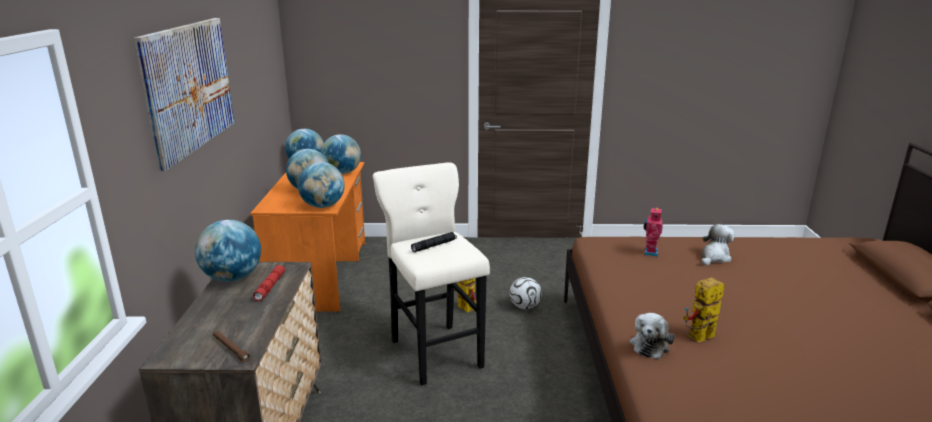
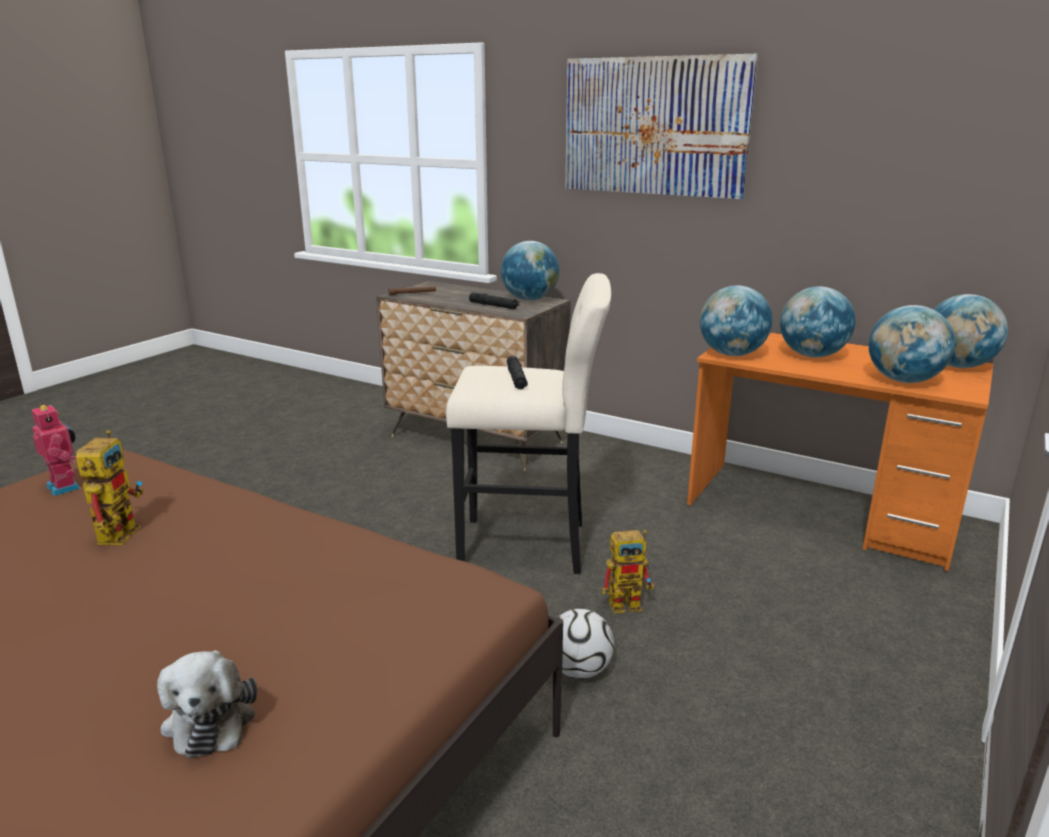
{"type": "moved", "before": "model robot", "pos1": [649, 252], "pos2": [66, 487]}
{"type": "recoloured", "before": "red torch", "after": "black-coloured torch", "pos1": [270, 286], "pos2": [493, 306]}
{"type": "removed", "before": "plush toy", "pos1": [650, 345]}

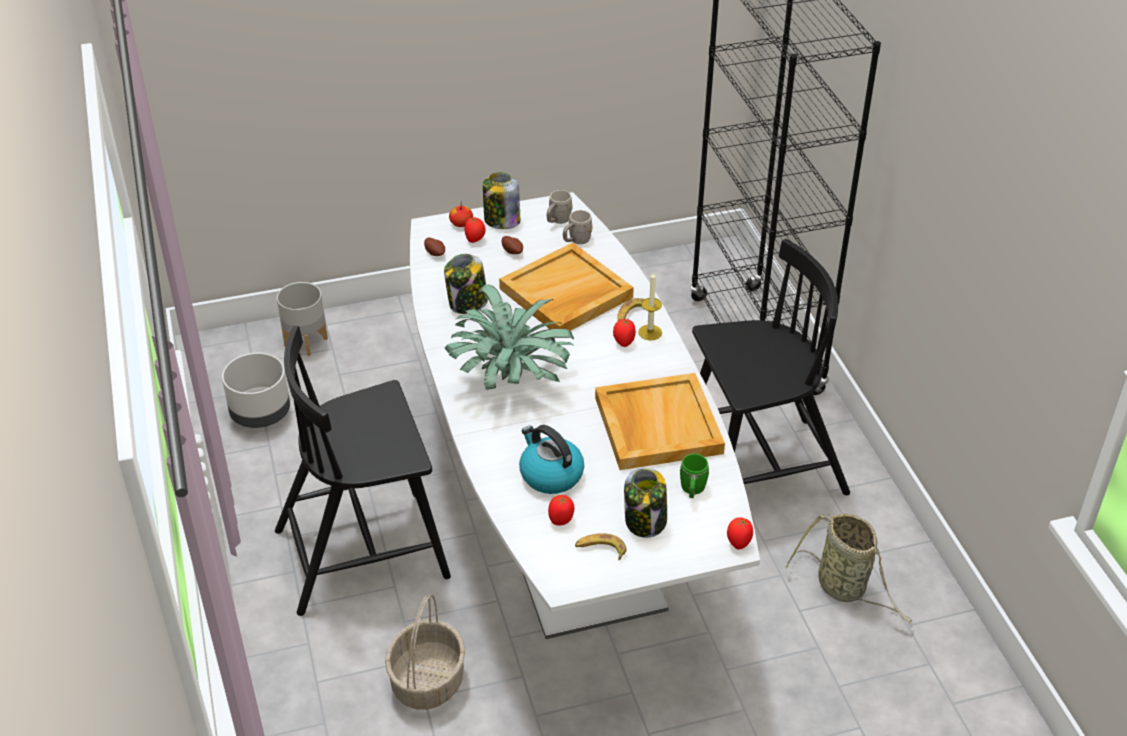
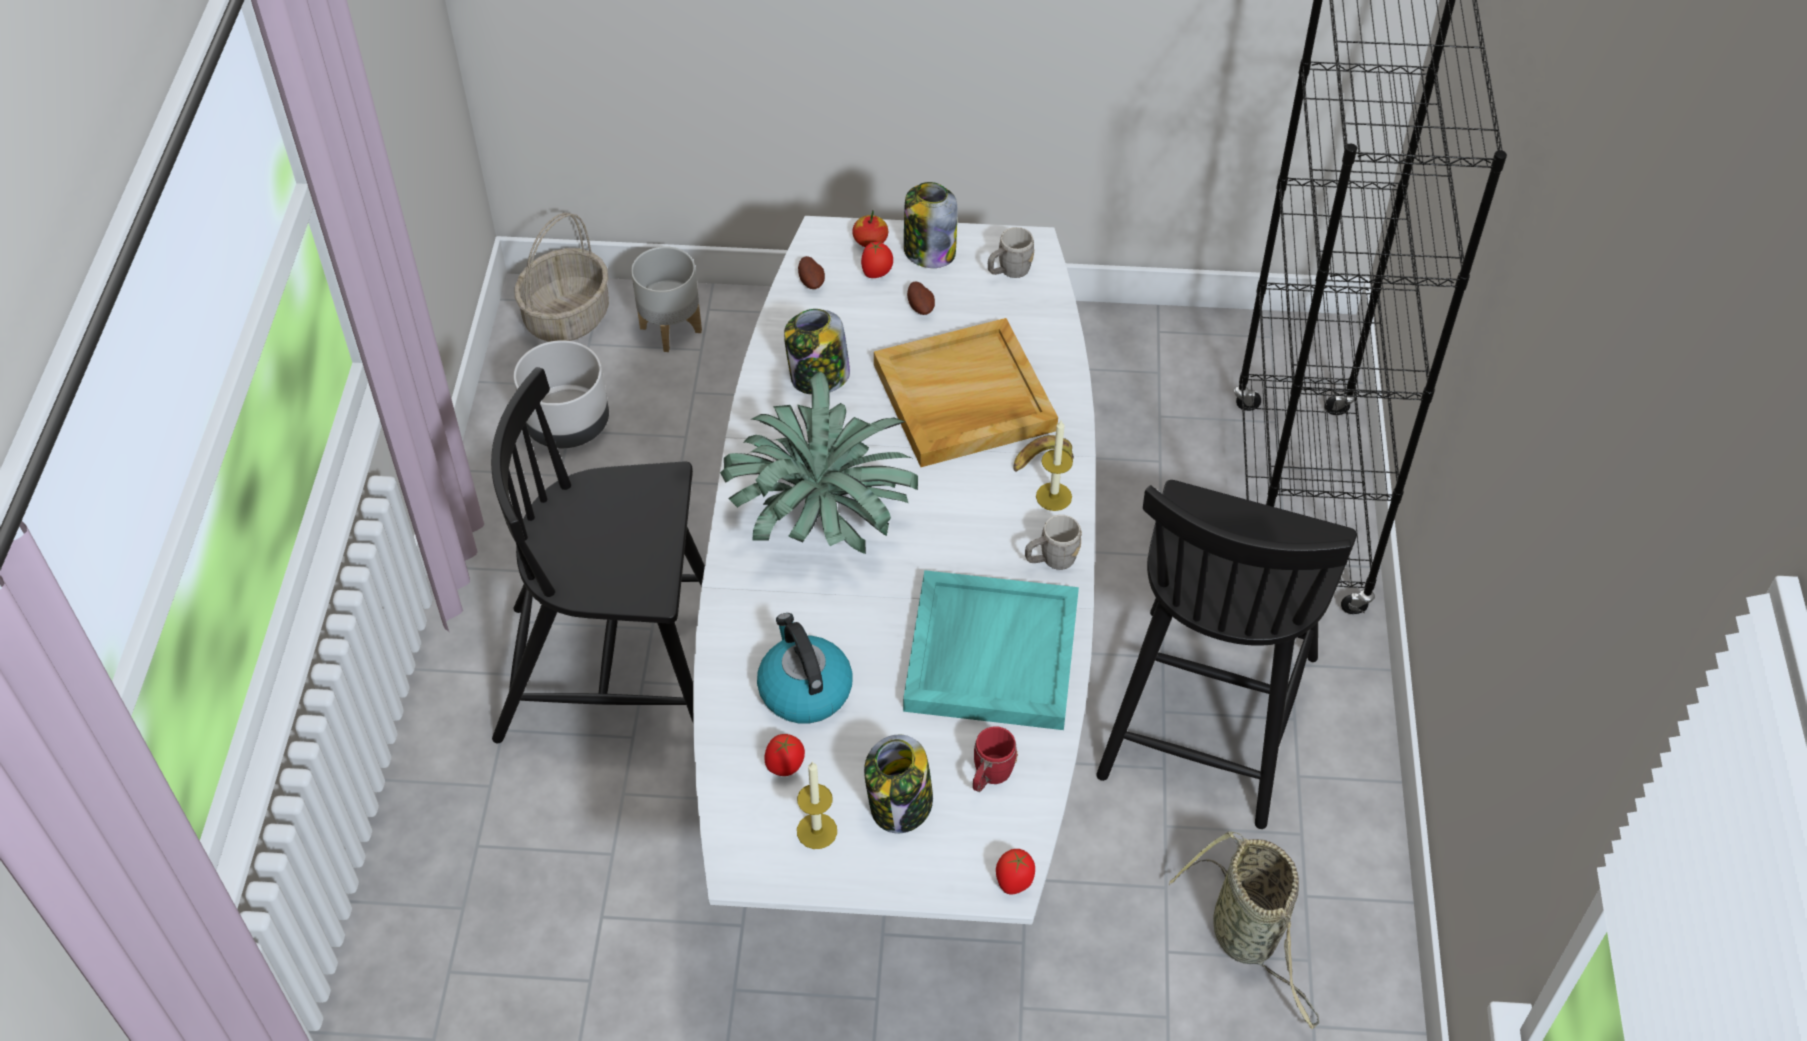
{"type": "moved", "before": "household basket", "pos1": [427, 681], "pos2": [567, 316]}
{"type": "replaced", "before": "whole banana", "after": "wax light", "pos1": [600, 550], "pos2": [817, 831]}
{"type": "recoloured", "before": "beige tray", "after": "turquoise tray", "pos1": [656, 424], "pos2": [990, 653]}
{"type": "recoloured", "before": "green mug", "after": "red mug", "pos1": [692, 491], "pos2": [989, 776]}
{"type": "moved", "before": "grey mug", "pos1": [576, 241], "pos2": [1051, 560]}
{"type": "turned", "before": "black-coloured plain chair", "pos1": [758, 470], "pos2": [1208, 711], "turn": 105}
{"type": "removed", "before": "fresh tomato", "pos1": [624, 342]}

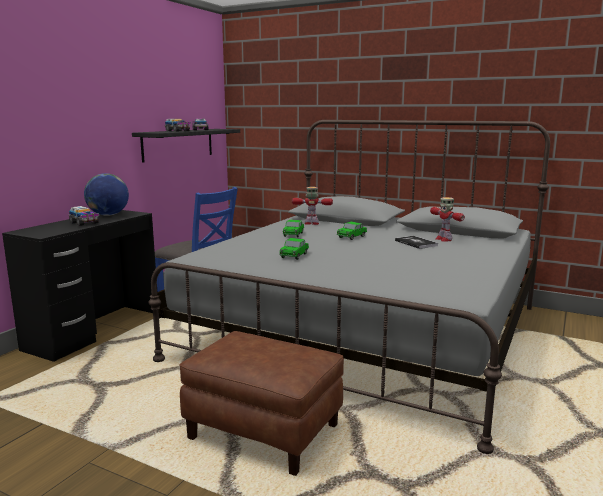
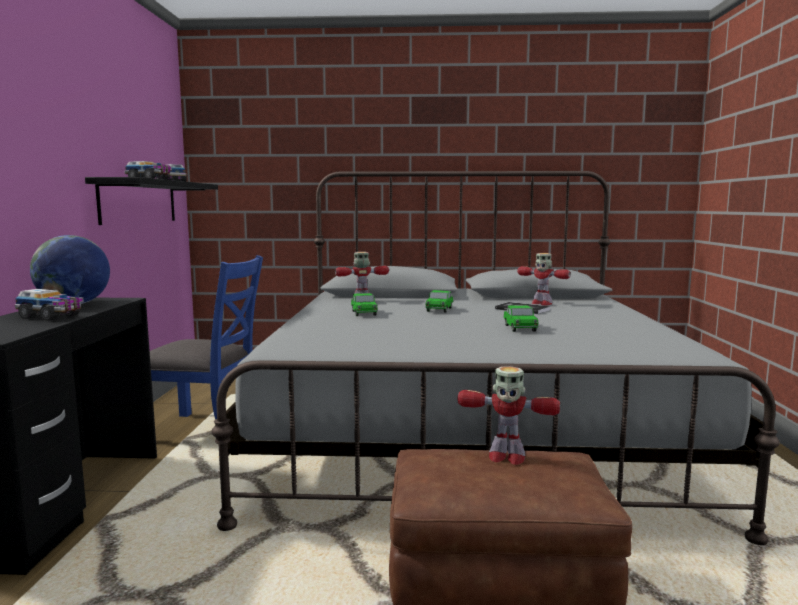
{"type": "added", "after": "model robot", "pos2": [505, 457]}
{"type": "moved", "before": "miniature car", "pos1": [294, 256], "pos2": [520, 328]}

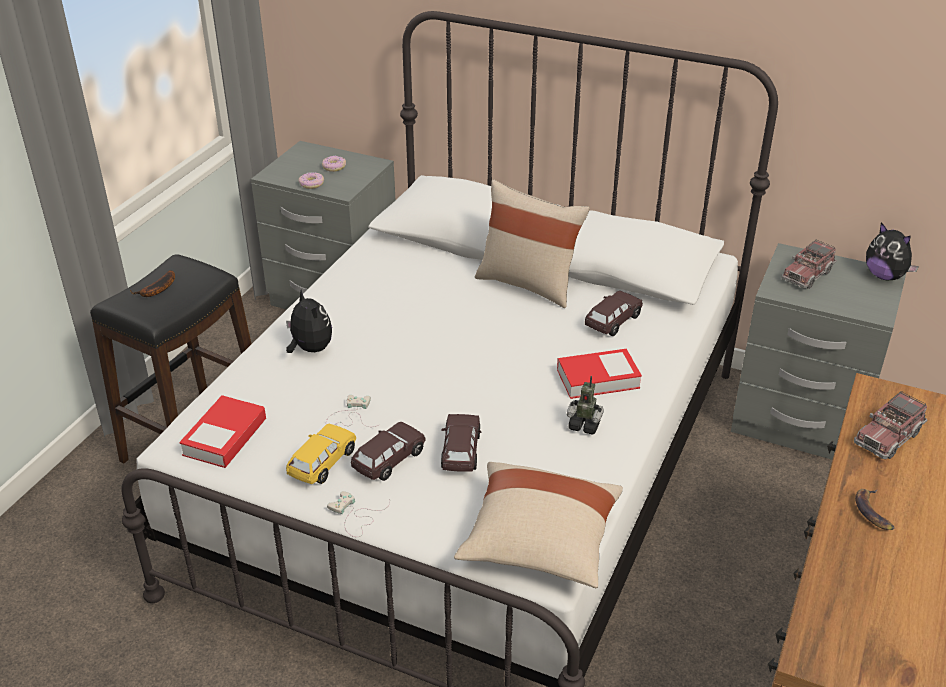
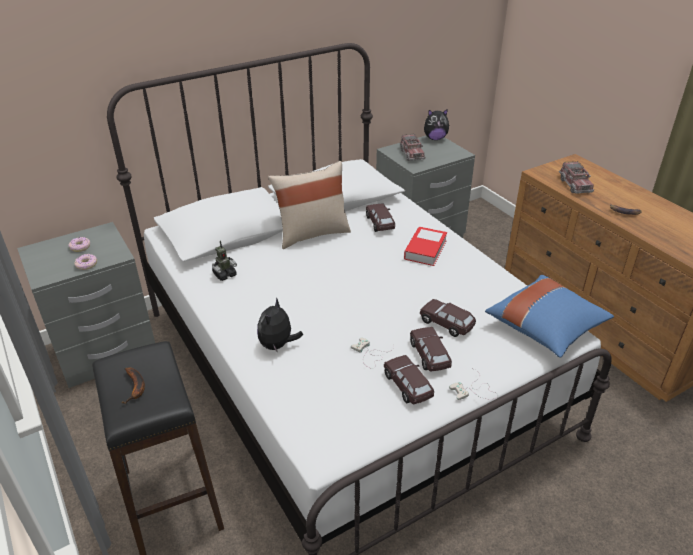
{"type": "moved", "before": "model robot", "pos1": [584, 425], "pos2": [224, 275]}
{"type": "turned", "before": "plush toy", "pos1": [310, 349], "pos2": [278, 345], "turn": -75}
{"type": "recoloured", "before": "yellow-coloured miniature car", "after": "brown miniature car", "pos1": [322, 463], "pos2": [408, 386]}
{"type": "recoloured", "before": "beige pillow", "after": "bluish pillow", "pos1": [539, 542], "pos2": [546, 328]}
{"type": "removed", "before": "bound book", "pos1": [225, 437]}

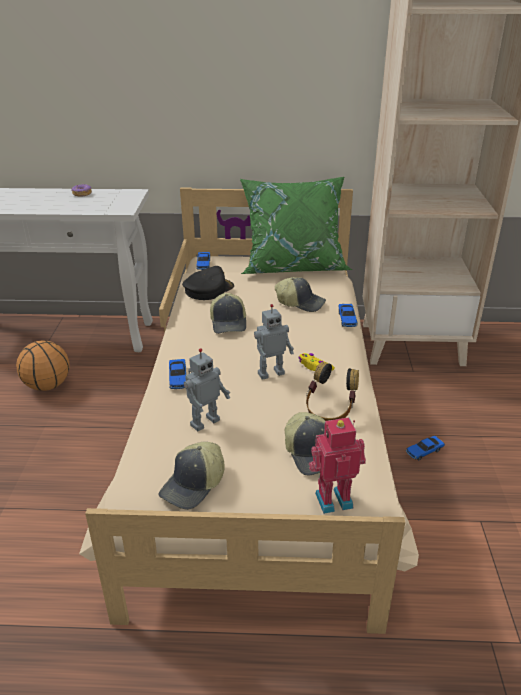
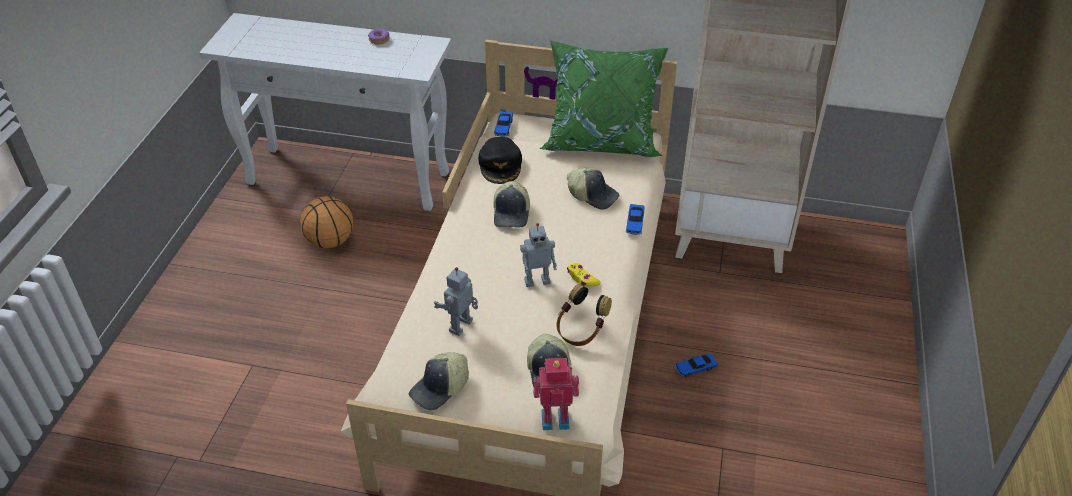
{"type": "turned", "before": "model robot", "pos1": [204, 422], "pos2": [462, 326], "turn": 150}
{"type": "turned", "before": "black-coloured baseball cap", "pos1": [208, 289], "pos2": [501, 165], "turn": 120}
{"type": "removed", "before": "miniature car", "pos1": [178, 378]}

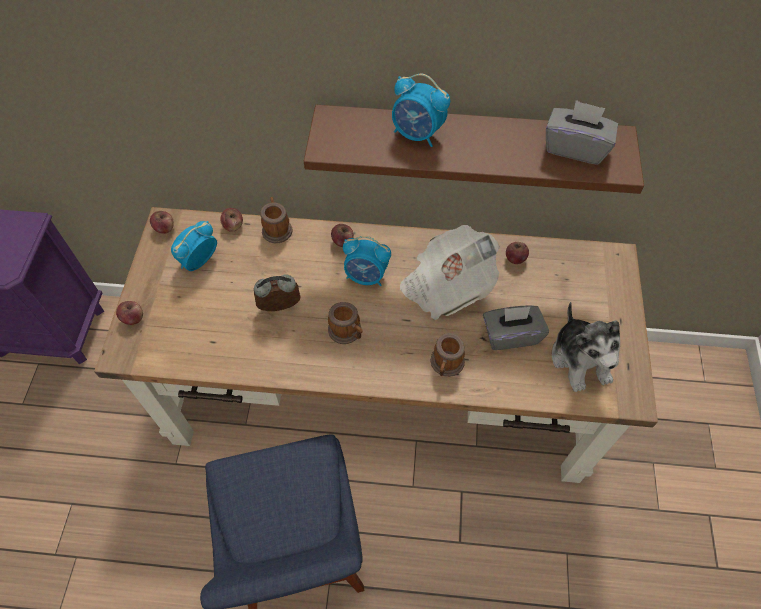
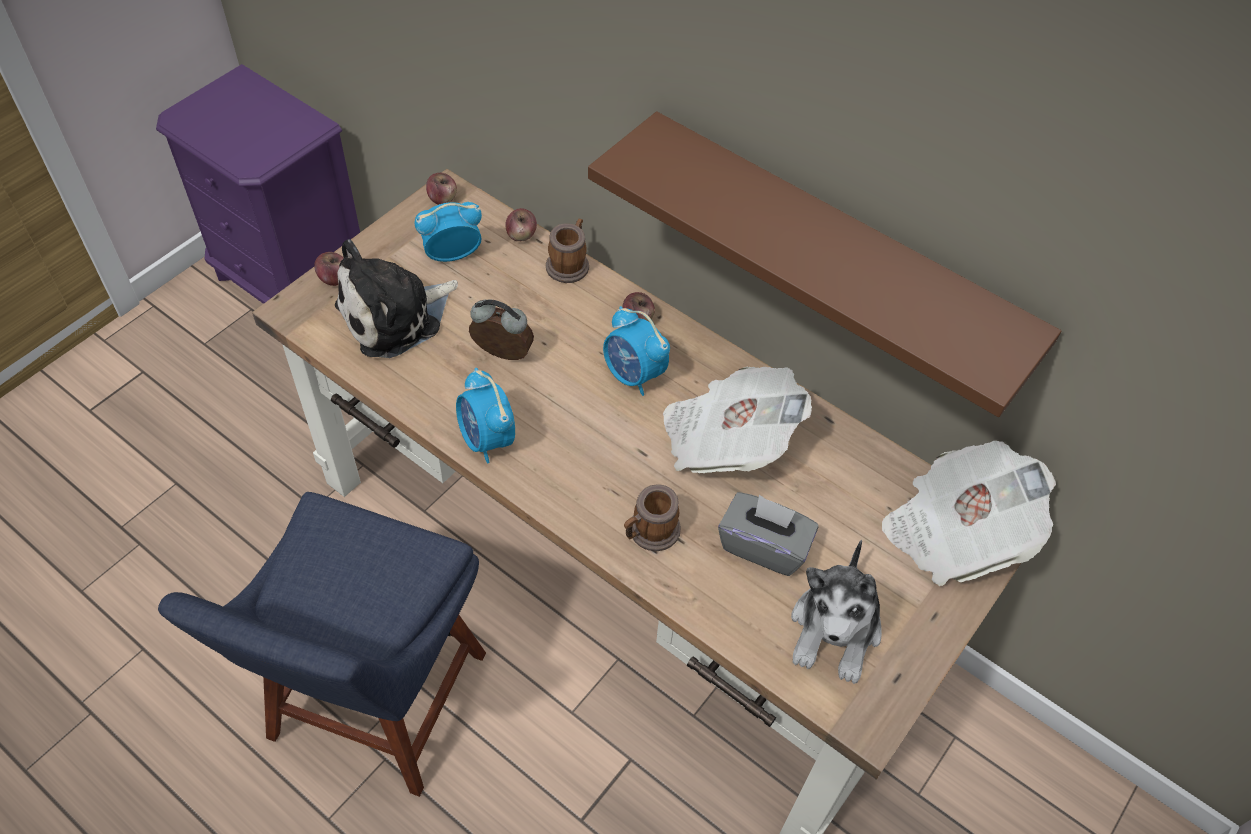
{"type": "added", "after": "plush toy", "pos2": [395, 316]}
{"type": "moved", "before": "bedside clock", "pos1": [417, 134], "pos2": [487, 440]}
{"type": "added", "after": "printed paper", "pos2": [955, 532]}
{"type": "removed", "before": "mug", "pos1": [347, 332]}
{"type": "removed", "before": "apple fruit", "pos1": [515, 258]}
{"type": "removed", "before": "grey tissue box", "pos1": [575, 147]}

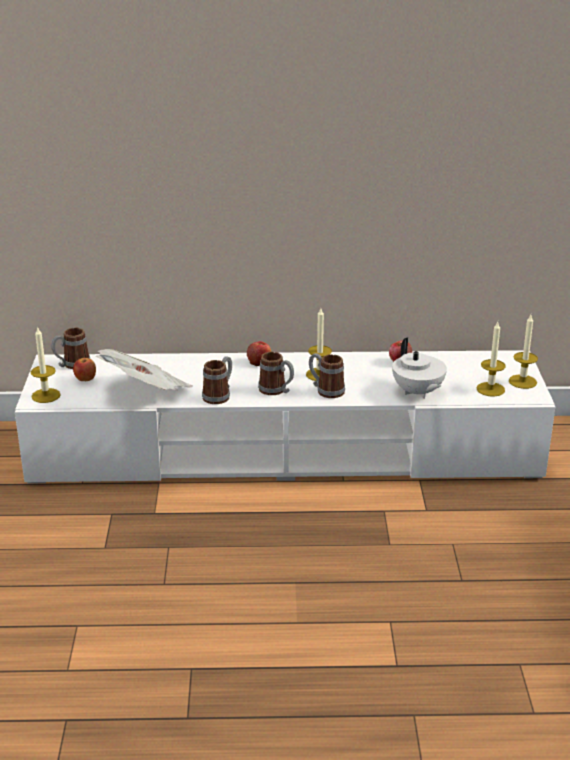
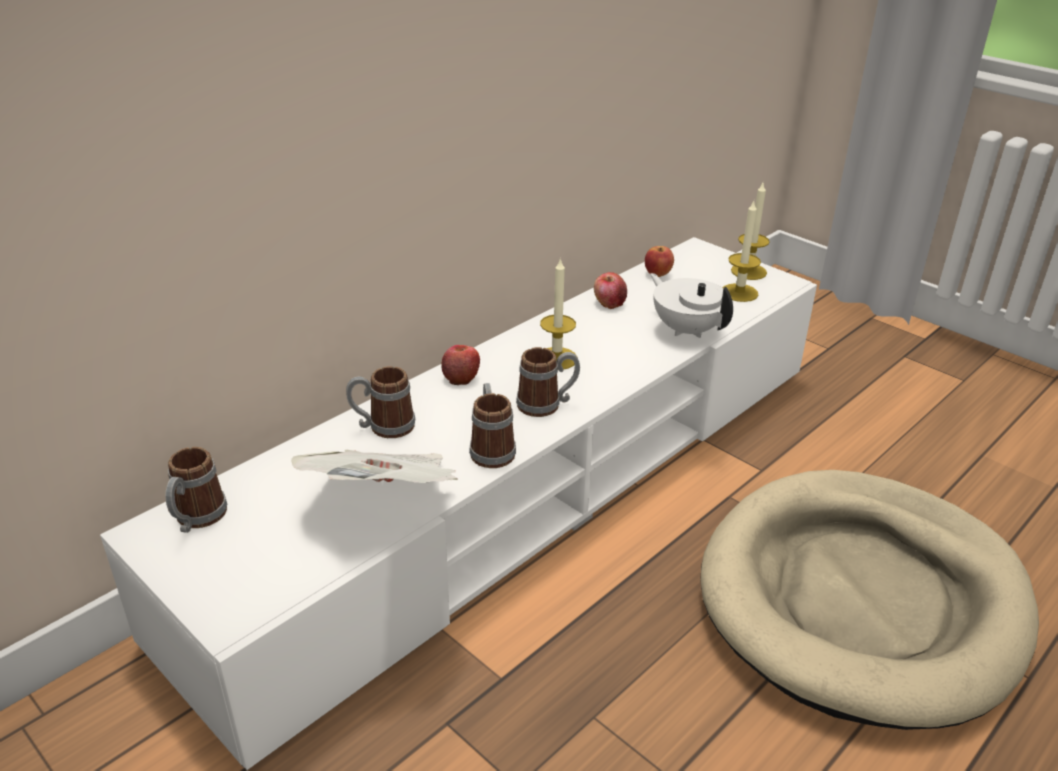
{"type": "moved", "before": "mug", "pos1": [326, 390], "pos2": [383, 427]}
{"type": "moved", "before": "apple fruit", "pos1": [85, 379], "pos2": [658, 274]}
{"type": "turned", "before": "white-coloured pot for tea", "pos1": [417, 392], "pos2": [687, 329], "turn": -150}
{"type": "added", "after": "beige dog cushion", "pos2": [862, 599]}
{"type": "removed", "before": "wax light", "pos1": [46, 395]}

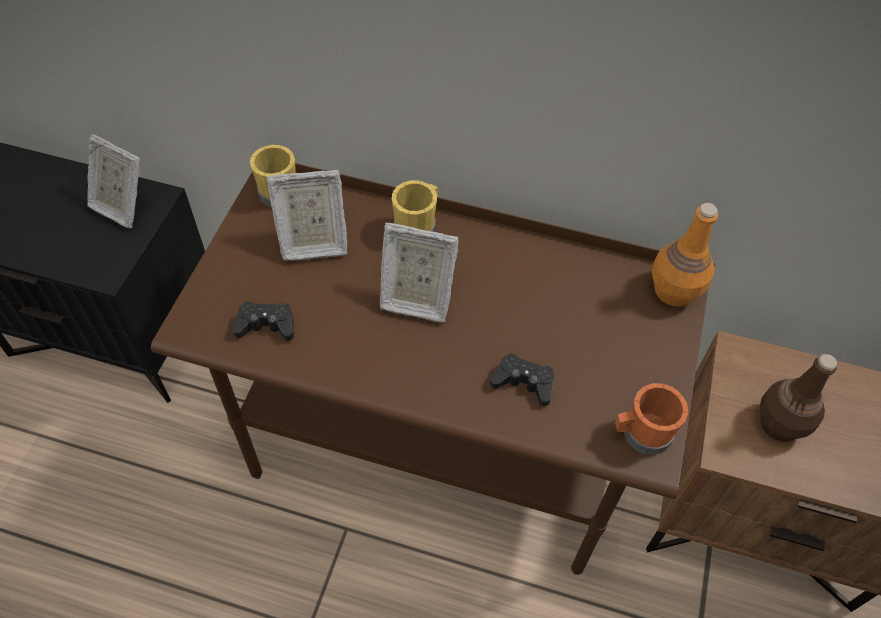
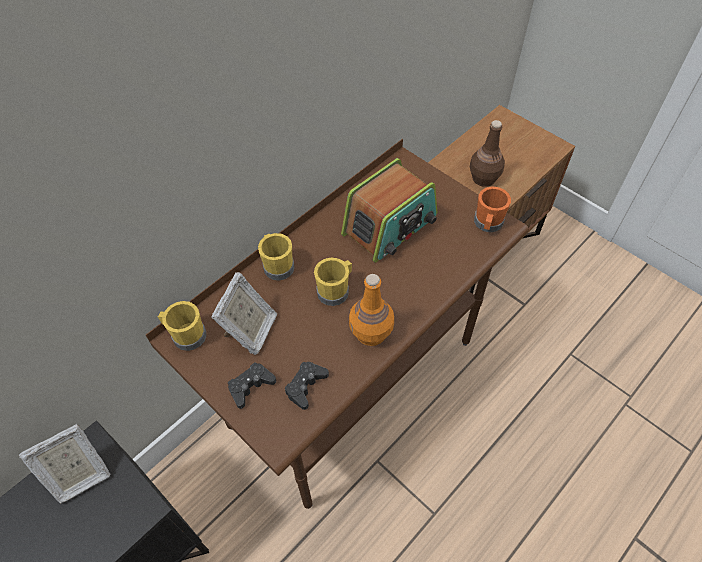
{"type": "moved", "before": "black-coloured gamepad", "pos1": [523, 383], "pos2": [251, 386]}
{"type": "replaced", "before": "photo frame", "after": "yellow-coloured mug", "pos1": [415, 298], "pos2": [335, 290]}
{"type": "added", "after": "radio receiver", "pos2": [390, 226]}
{"type": "moved", "before": "orange-coloured bottle", "pos1": [674, 291], "pos2": [371, 333]}

